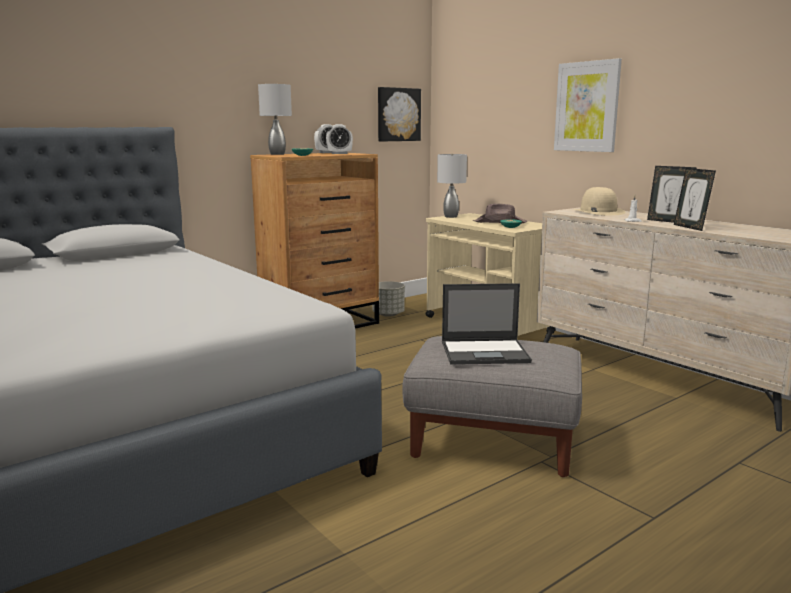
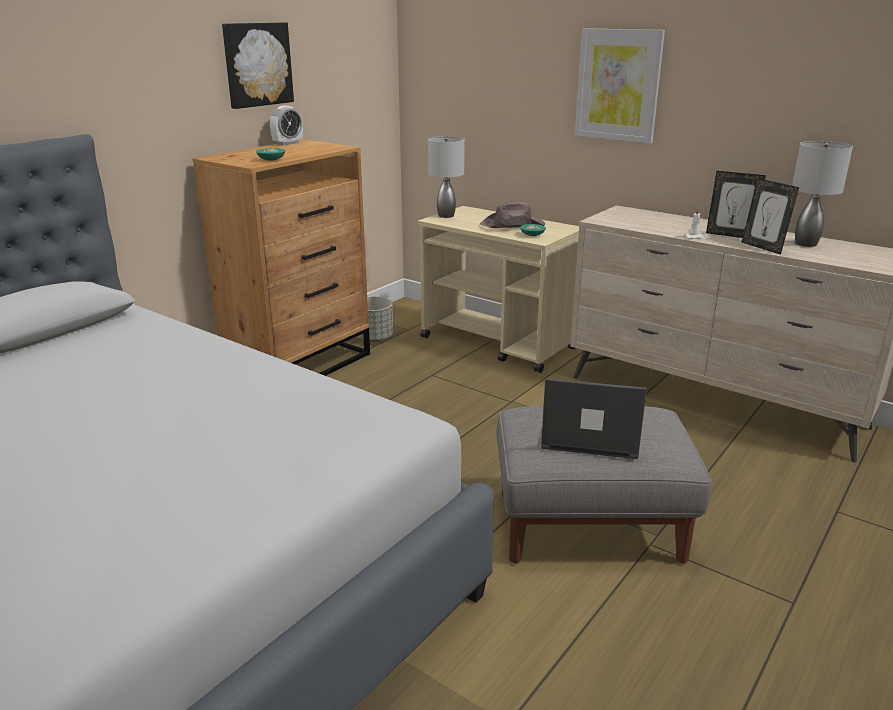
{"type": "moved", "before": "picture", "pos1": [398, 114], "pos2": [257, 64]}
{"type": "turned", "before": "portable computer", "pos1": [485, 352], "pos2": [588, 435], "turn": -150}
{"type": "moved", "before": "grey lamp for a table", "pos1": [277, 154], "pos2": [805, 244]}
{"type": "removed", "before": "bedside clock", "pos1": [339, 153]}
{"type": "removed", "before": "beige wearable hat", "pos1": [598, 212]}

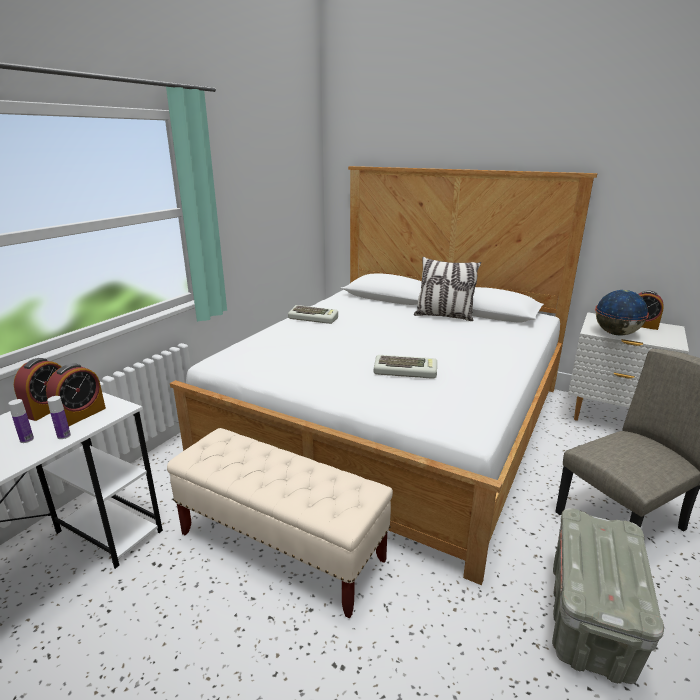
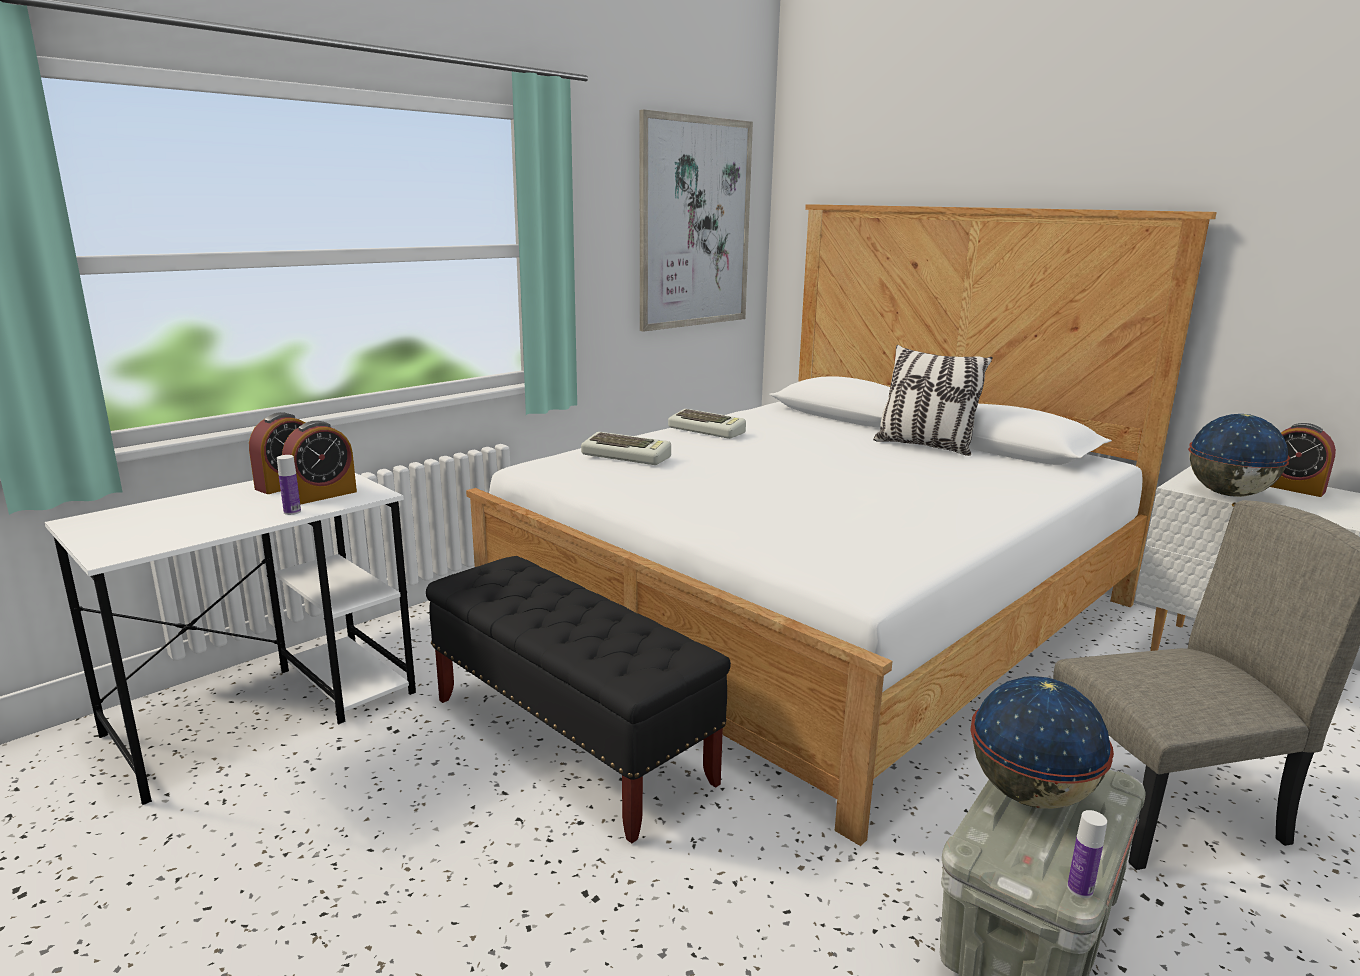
{"type": "recoloured", "before": "beige bench", "after": "black-coloured bench", "pos1": [281, 547], "pos2": [570, 741]}
{"type": "moved", "before": "keyboard", "pos1": [406, 371], "pos2": [627, 456]}
{"type": "added", "after": "picture", "pos2": [694, 224]}
{"type": "added", "after": "world globe", "pos2": [1031, 794]}
{"type": "moved", "before": "bottle", "pos1": [27, 439], "pos2": [1080, 889]}

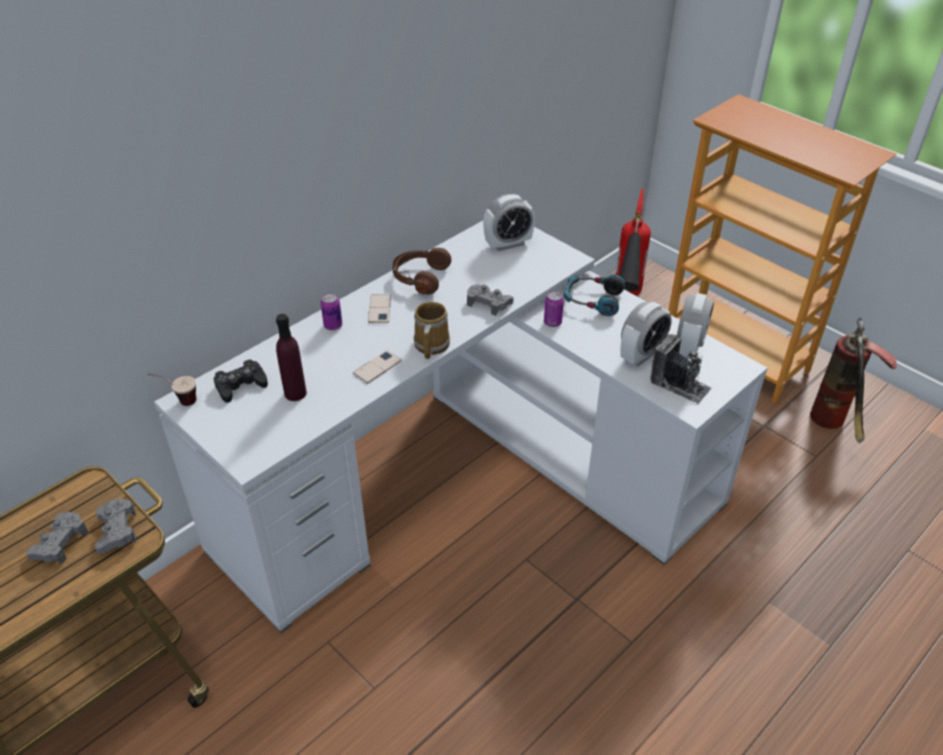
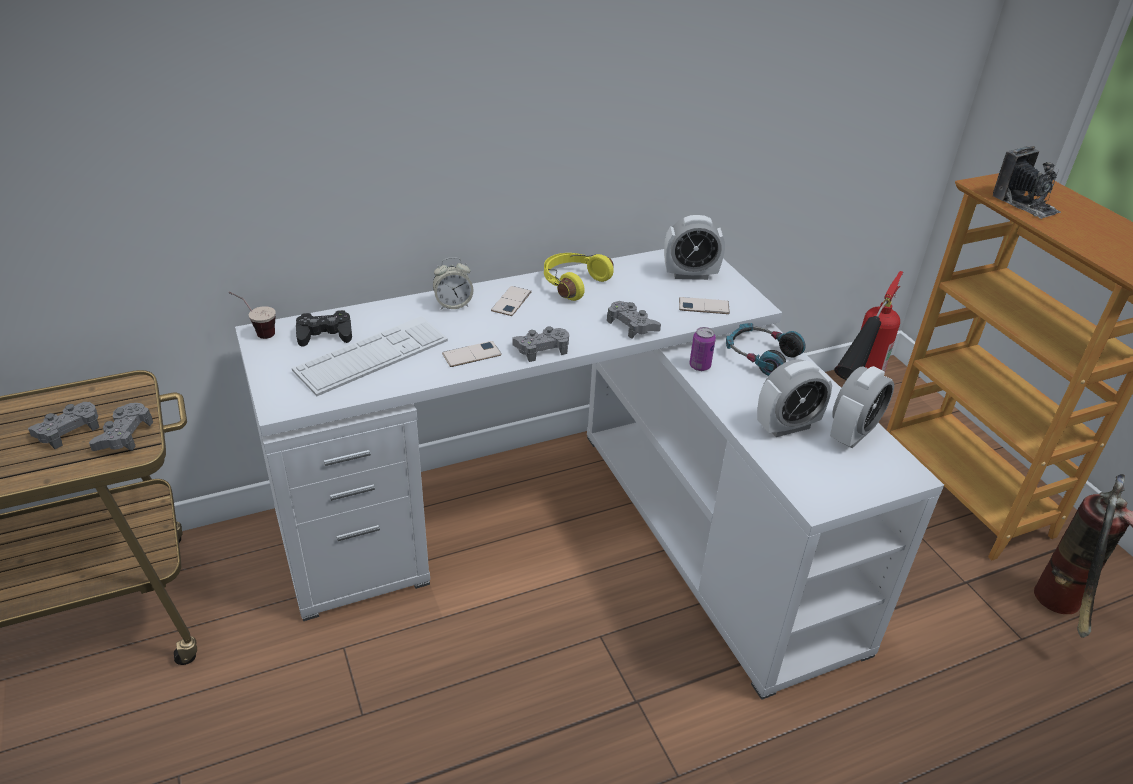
{"type": "replaced", "before": "purple-coloured bottle", "after": "keyboard", "pos1": [295, 393], "pos2": [372, 356]}
{"type": "replaced", "before": "can", "after": "bedside clock", "pos1": [333, 325], "pos2": [453, 304]}
{"type": "replaced", "before": "mug", "after": "grey gamepad", "pos1": [430, 345], "pos2": [541, 348]}
{"type": "recoloured", "before": "brown headphones", "after": "yellow-coloured headphones", "pos1": [419, 278], "pos2": [572, 283]}
{"type": "added", "after": "handset", "pos2": [703, 306]}
{"type": "moved", "before": "still camera", "pos1": [679, 385], "pos2": [1025, 204]}

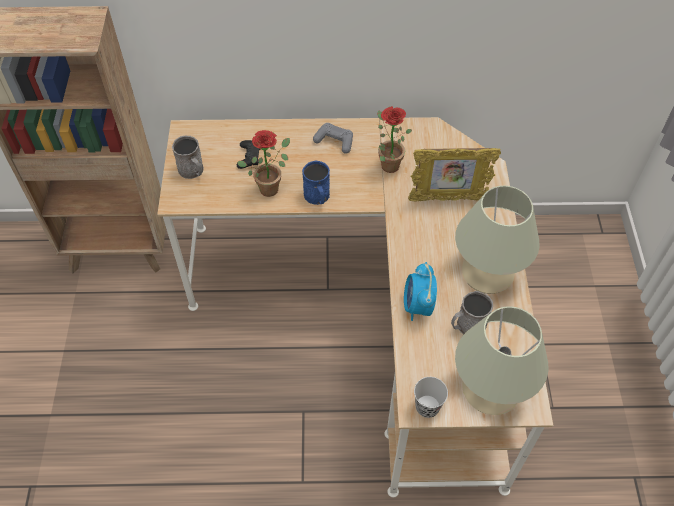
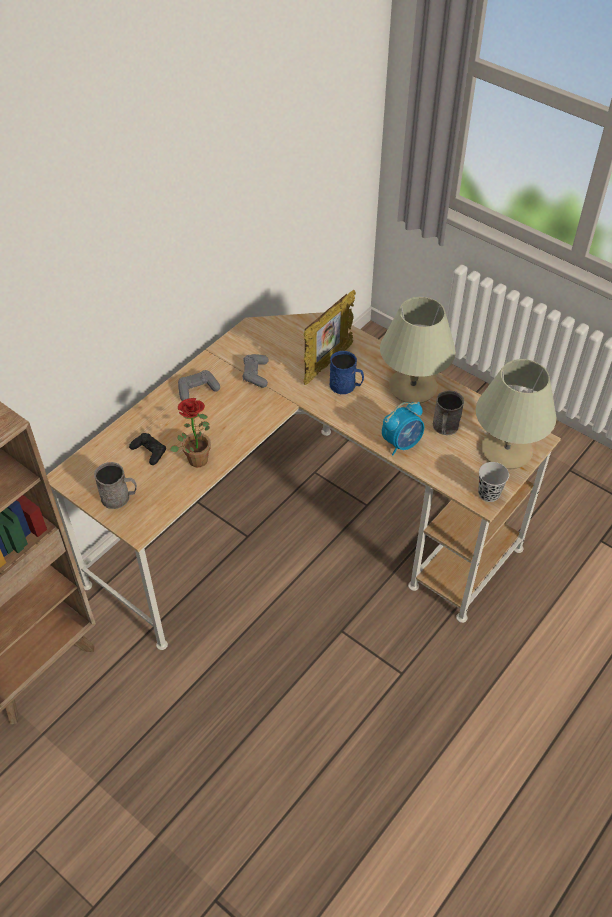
{"type": "replaced", "before": "potted plant", "after": "grey gamepad", "pos1": [387, 163], "pos2": [255, 374]}
{"type": "moved", "before": "bluish mug", "pos1": [317, 197], "pos2": [346, 386]}
{"type": "turned", "before": "bedside clock", "pos1": [417, 306], "pos2": [402, 443], "turn": -75}

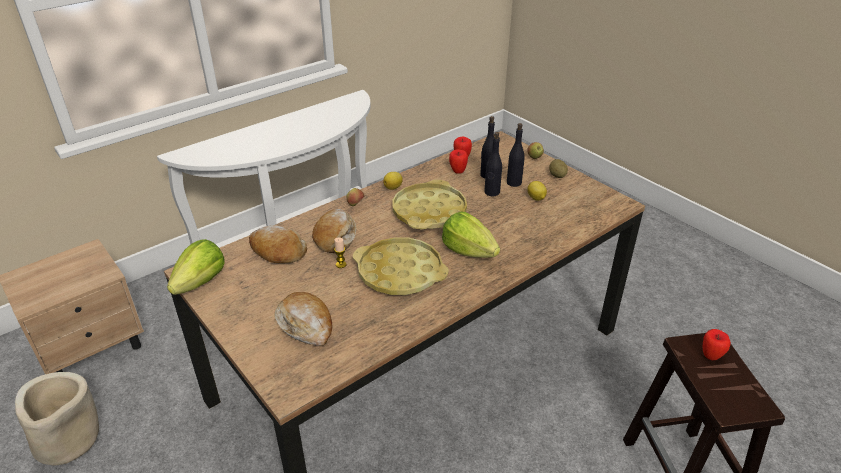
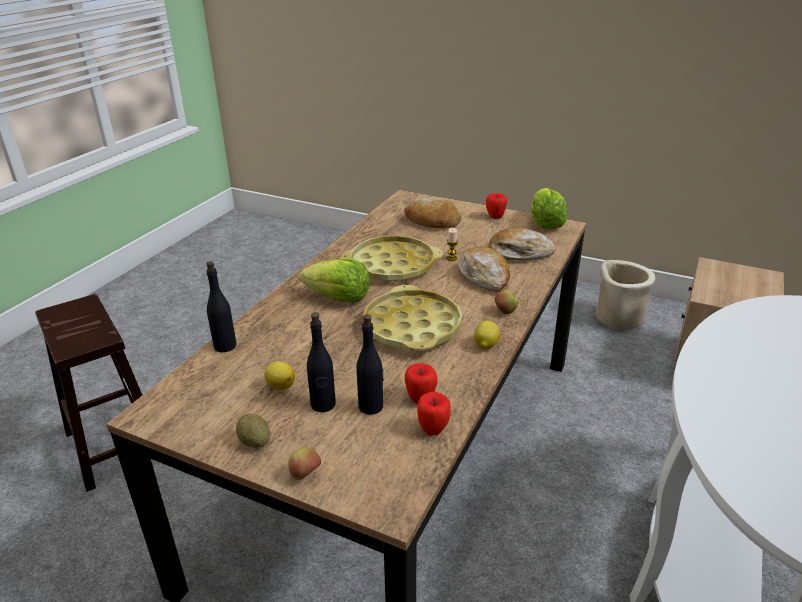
{"type": "moved", "before": "black-coloured bottle", "pos1": [492, 192], "pos2": [225, 346]}
{"type": "moved", "before": "apple fruit", "pos1": [711, 356], "pos2": [495, 217]}

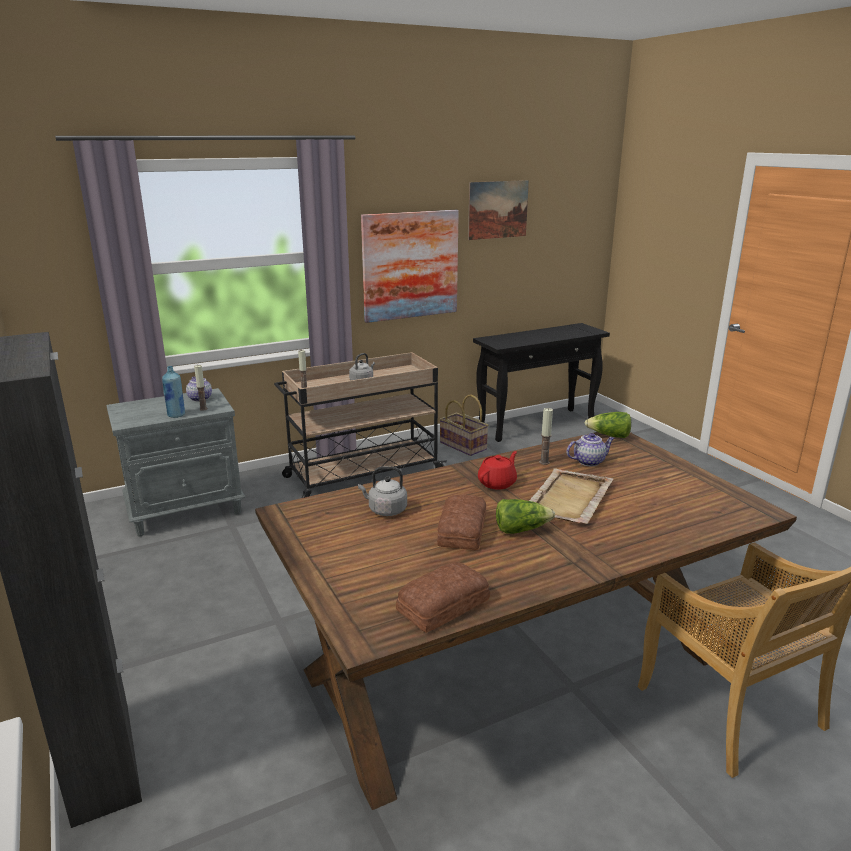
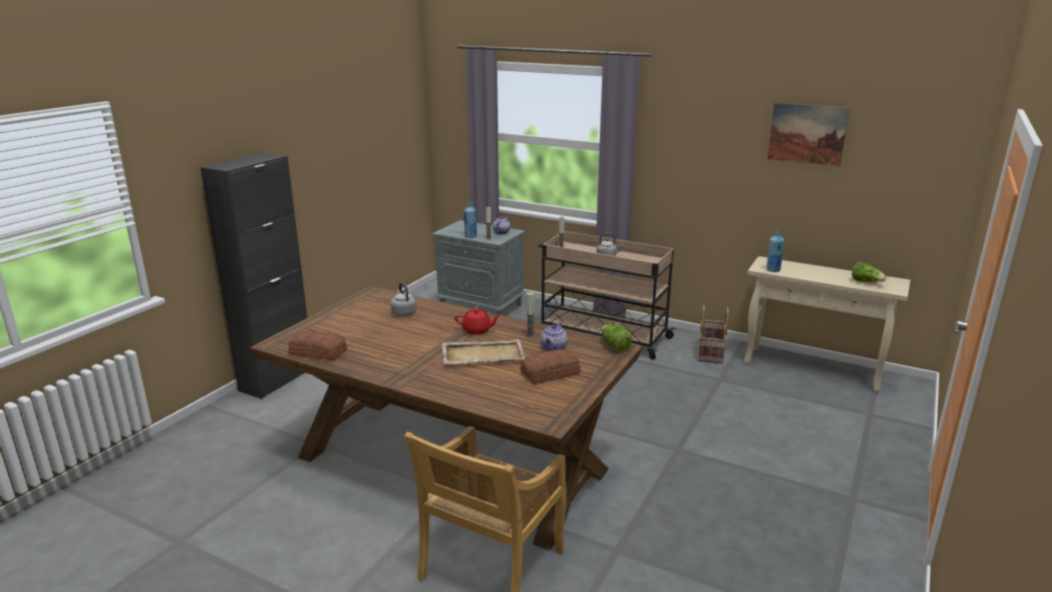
{"type": "moved", "before": "bakery bread", "pos1": [463, 530], "pos2": [551, 373]}
{"type": "turned", "before": "pot for tea", "pos1": [589, 461], "pos2": [554, 349], "turn": 75}
{"type": "recoloured", "before": "black-coloured console table", "after": "beige console table", "pos1": [537, 424], "pos2": [813, 369]}
{"type": "added", "after": "bluish bottle", "pos2": [773, 270]}
{"type": "moved", "before": "head of lettuce", "pos1": [521, 529], "pos2": [866, 282]}
{"type": "removed", "before": "picture", "pos1": [410, 265]}

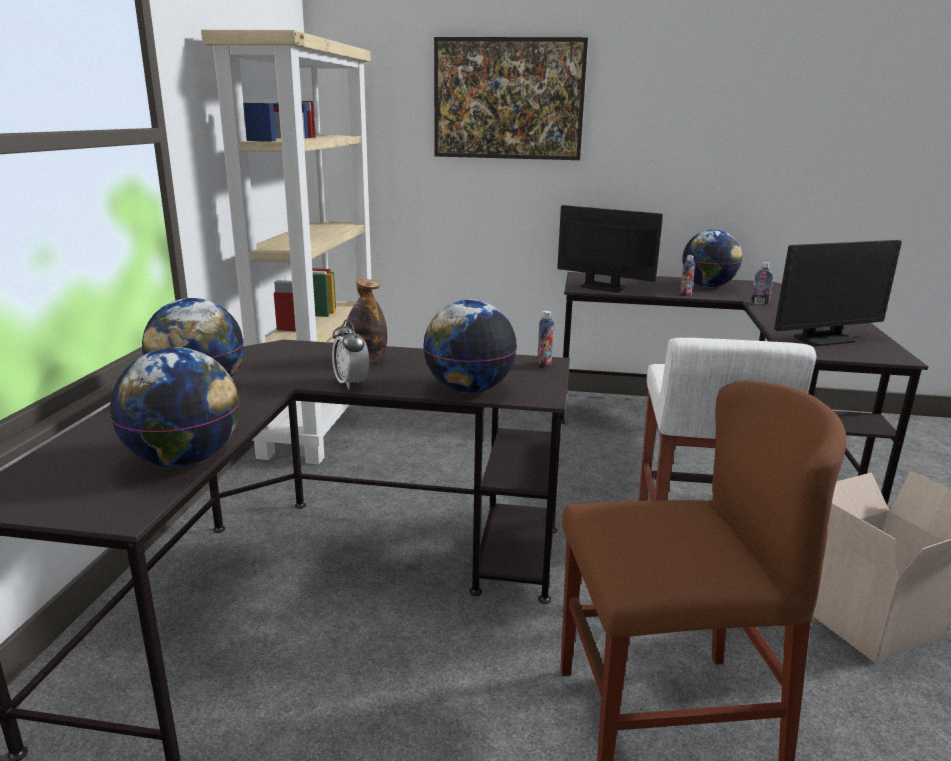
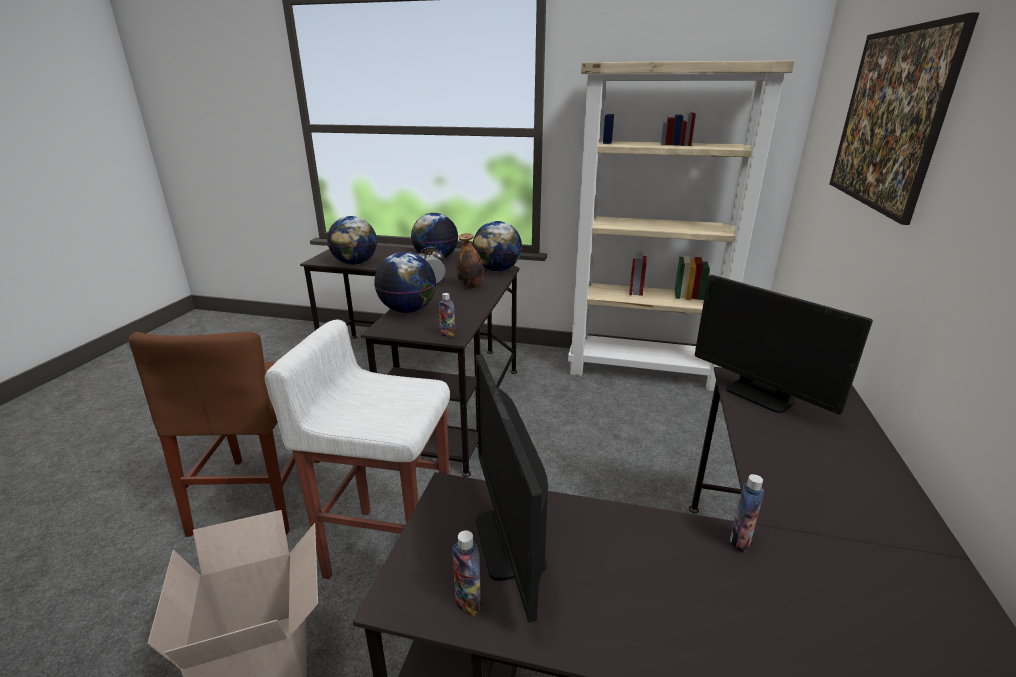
{"type": "moved", "before": "bottle", "pos1": [685, 295], "pos2": [468, 602]}
{"type": "moved", "before": "world globe", "pos1": [708, 286], "pos2": [497, 270]}
{"type": "turned", "before": "monitor", "pos1": [602, 287], "pos2": [760, 395], "turn": 105}

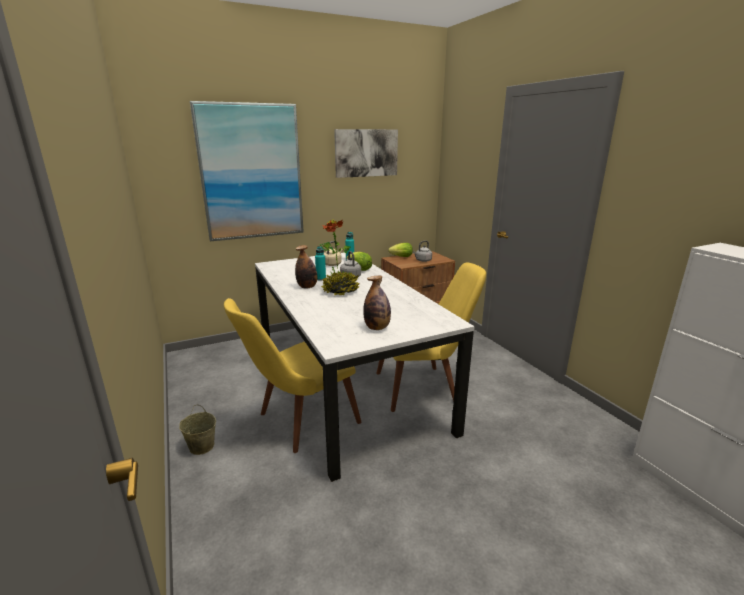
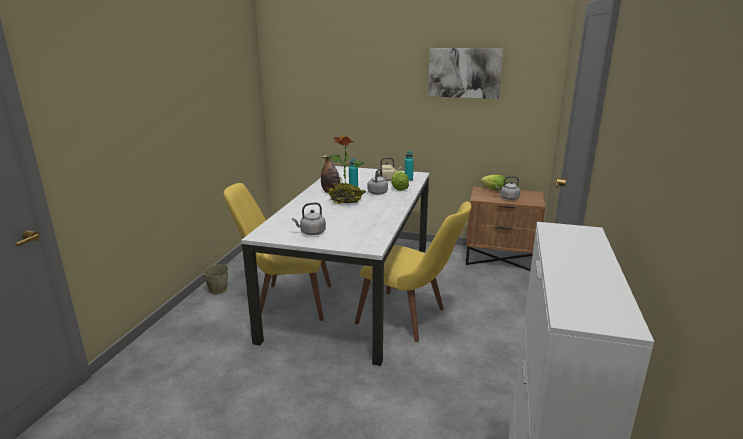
{"type": "replaced", "before": "bottle", "after": "grey kettle", "pos1": [377, 328], "pos2": [311, 233]}
{"type": "removed", "before": "picture", "pos1": [251, 173]}

